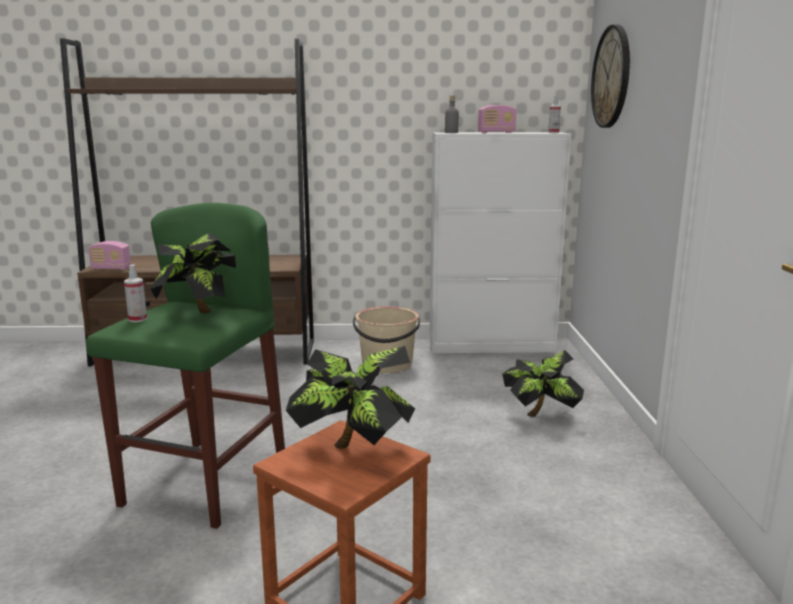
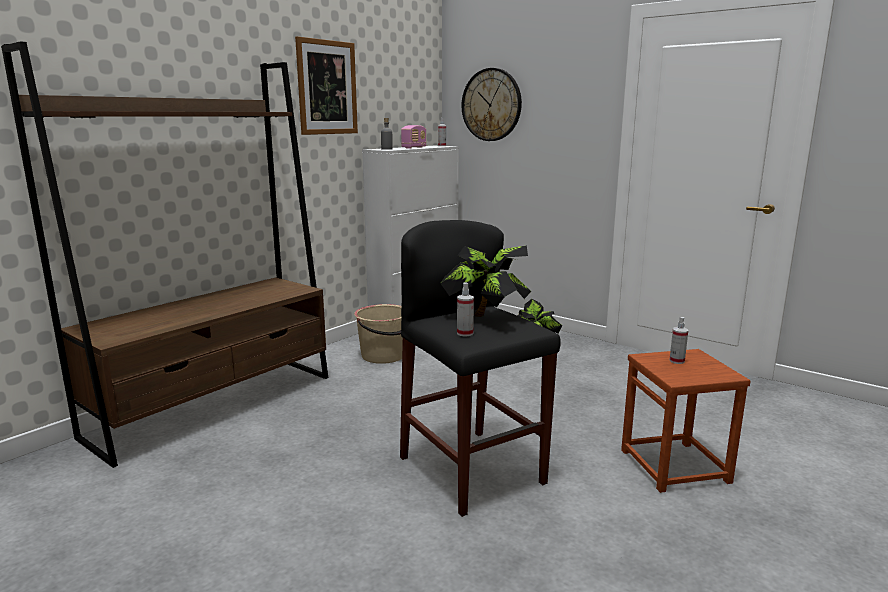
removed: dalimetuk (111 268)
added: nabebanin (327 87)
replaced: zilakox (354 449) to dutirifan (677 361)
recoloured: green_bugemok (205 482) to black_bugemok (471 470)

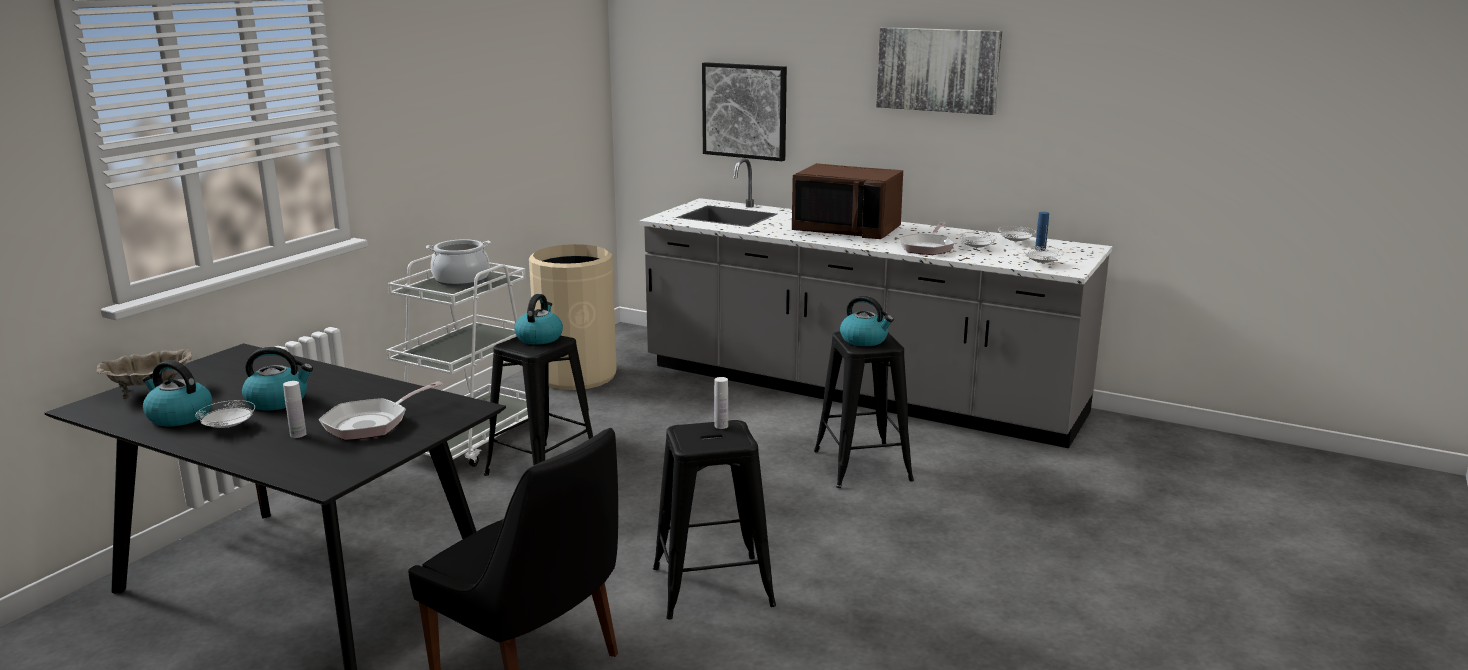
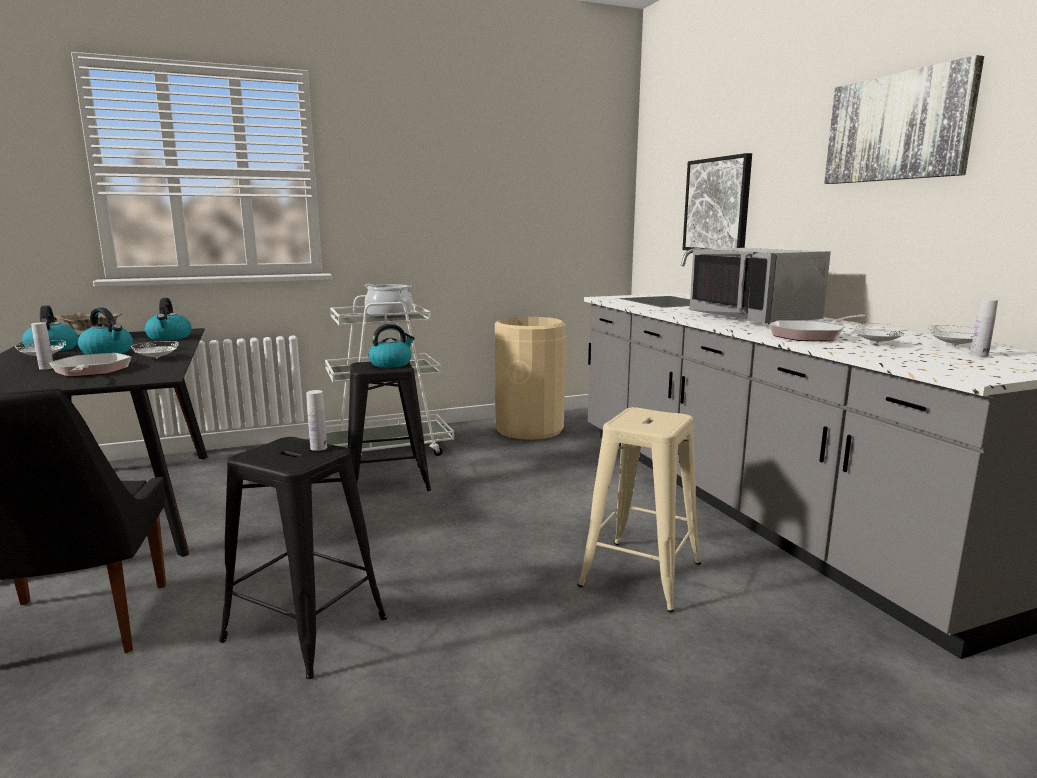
moved: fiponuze (864 340) to (169 337); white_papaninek (1042 264) to (157 358)
recoloured: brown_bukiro (847 230) to grey_bukiro (755 317); black_bugemok (862 465) to beige_bugemok (641 574); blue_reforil (1040 249) to white_reforil (979 355)
turned: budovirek (371 423) = (91 371) 75 degrees clockwise

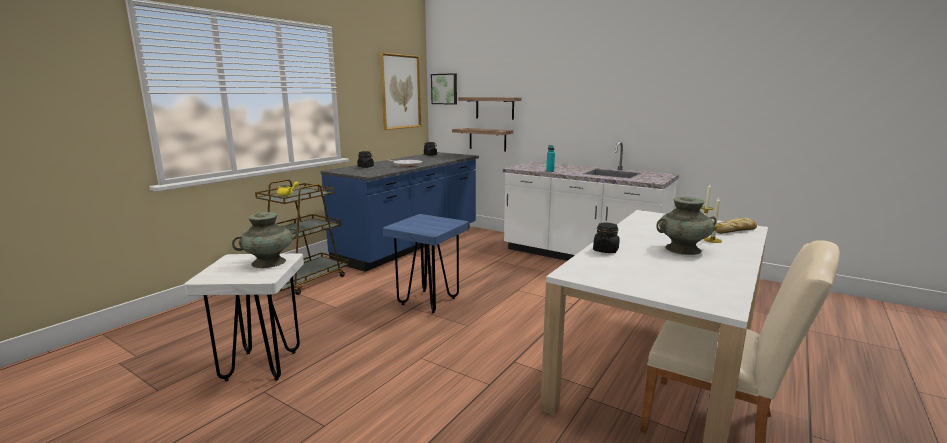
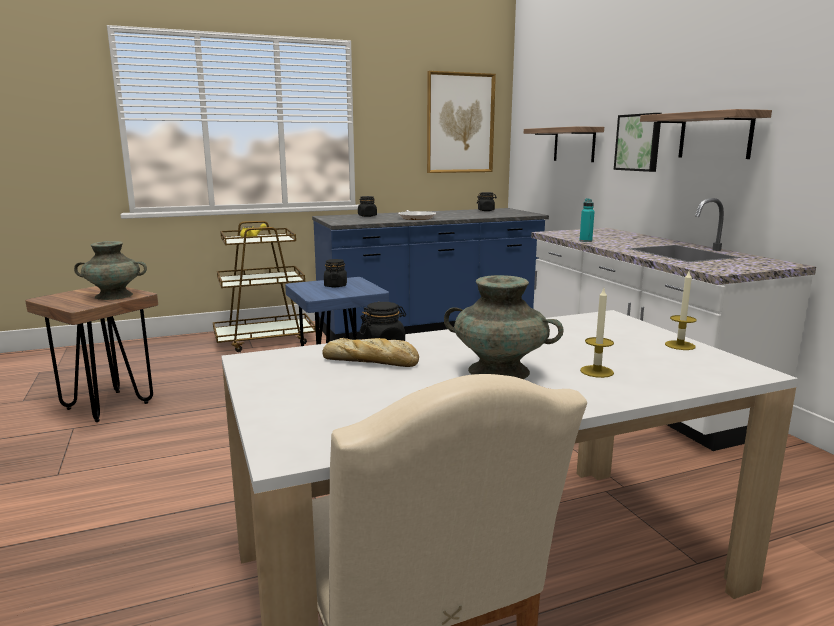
added: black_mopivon (335 285)
moved: nabebanin (444 89) to (639 142); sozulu (487 139) to (715 135); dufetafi (735 230) to (372 361)
recoloured: white_bugemok (261 365) to brown_bugemok (108 406)

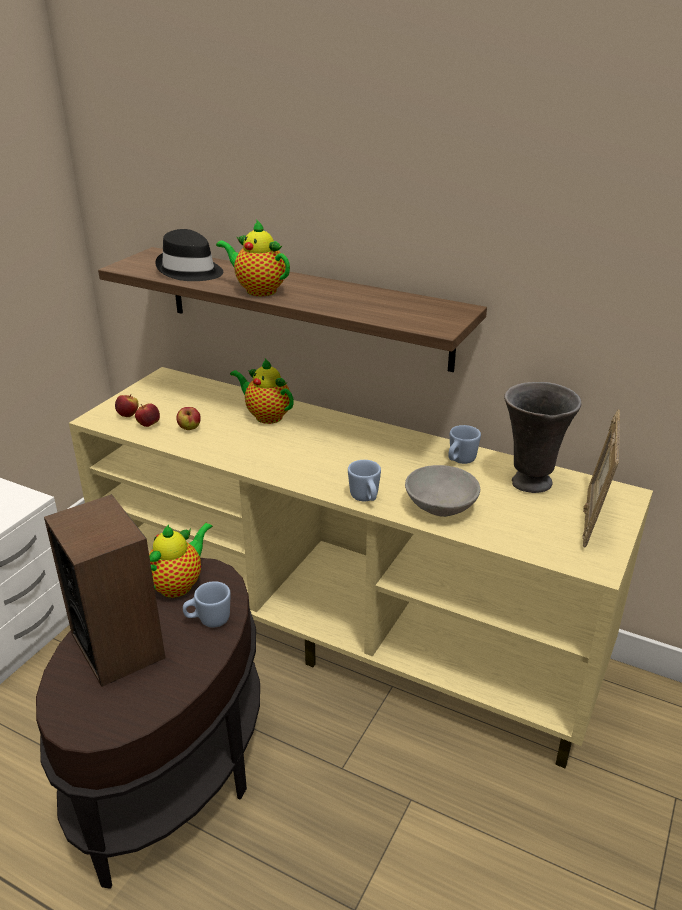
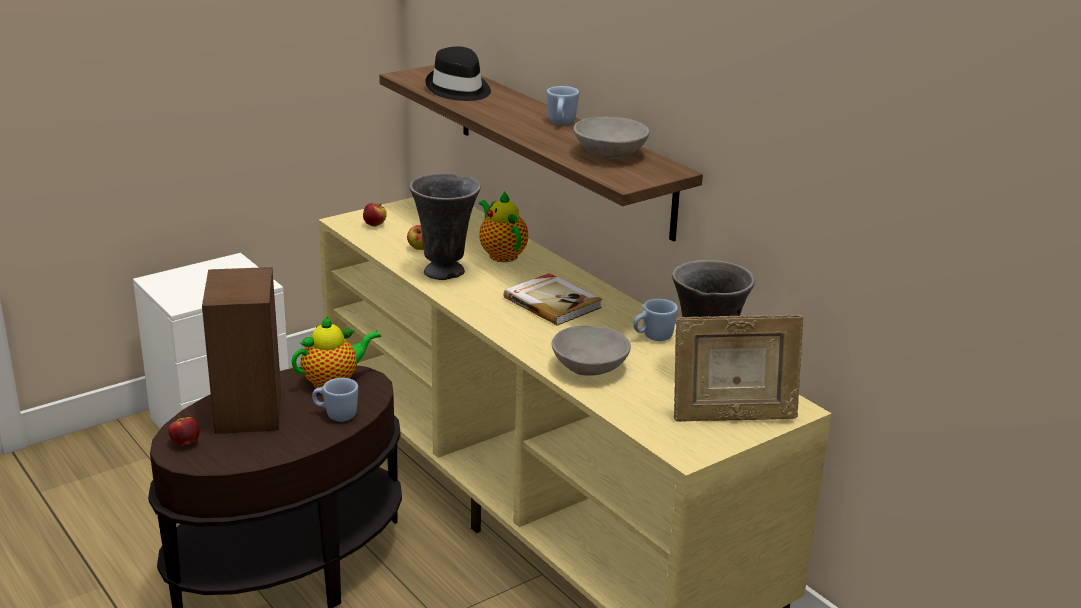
removed: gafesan (258 290)
added: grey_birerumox (446 272); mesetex (552 302); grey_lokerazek (609 154)
moved: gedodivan (149 425) to (185 443); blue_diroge (365 498) to (561 123)
turned: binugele (592 518) = (732 417) 135 degrees counterclockwise

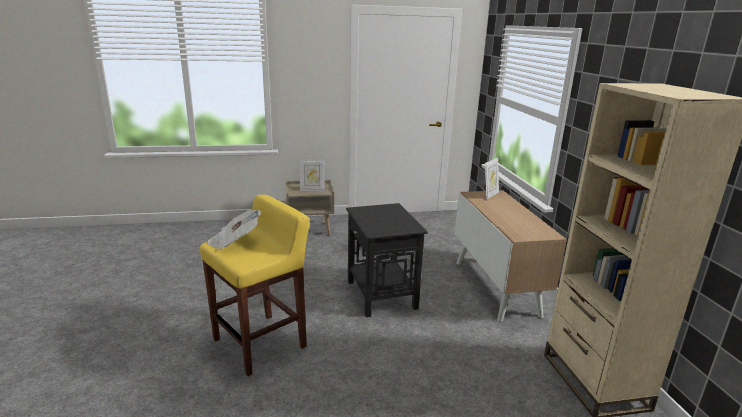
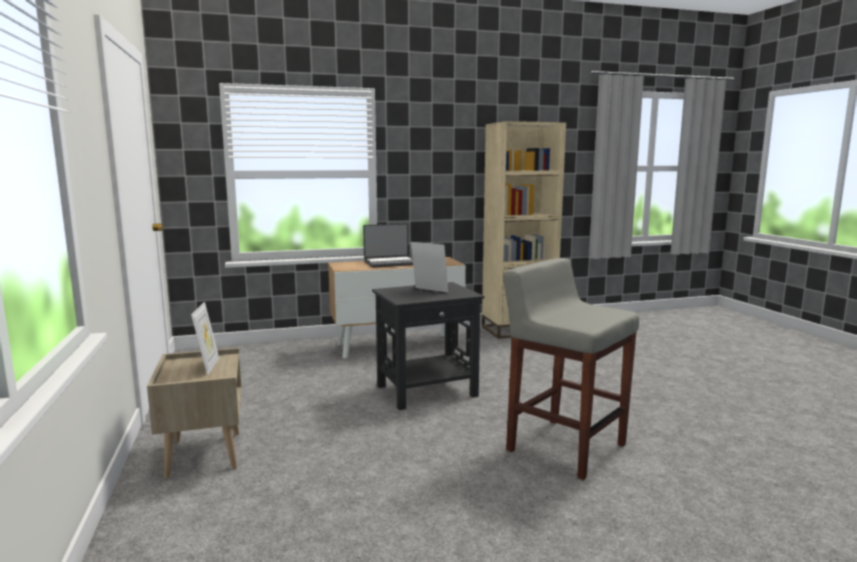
removed: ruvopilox (234 242)
added: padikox (390 263)
moved: binugele (489 195) to (429 290)
recoloured: yellow_bugemok (261 343) to grey_bugemok (564 447)

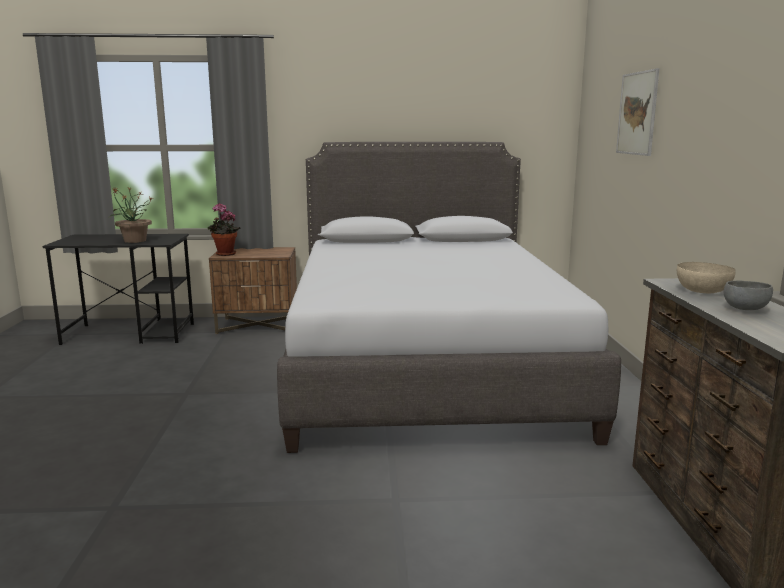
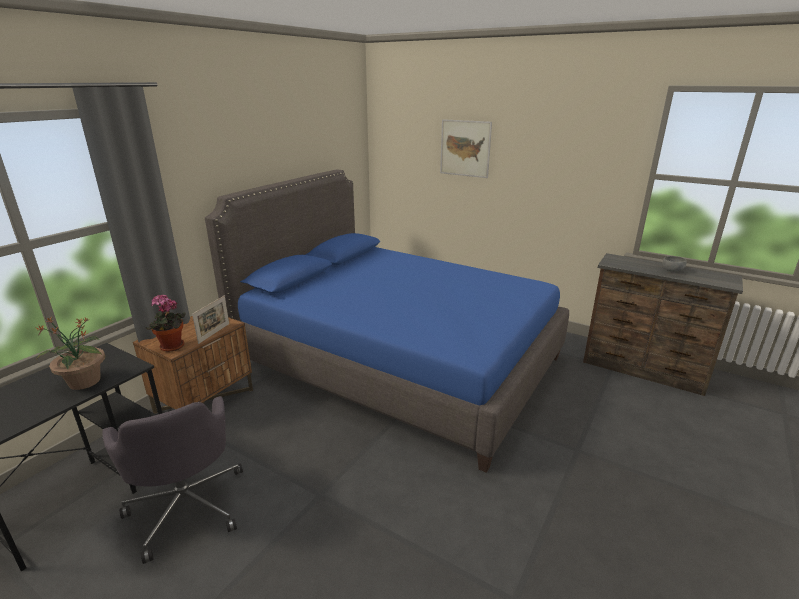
removed: beige_lokerazek (703 290)
added: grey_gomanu (187 506); binugele (214 333)
recoloured: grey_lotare (424 365) to blue_lotare (398 362)

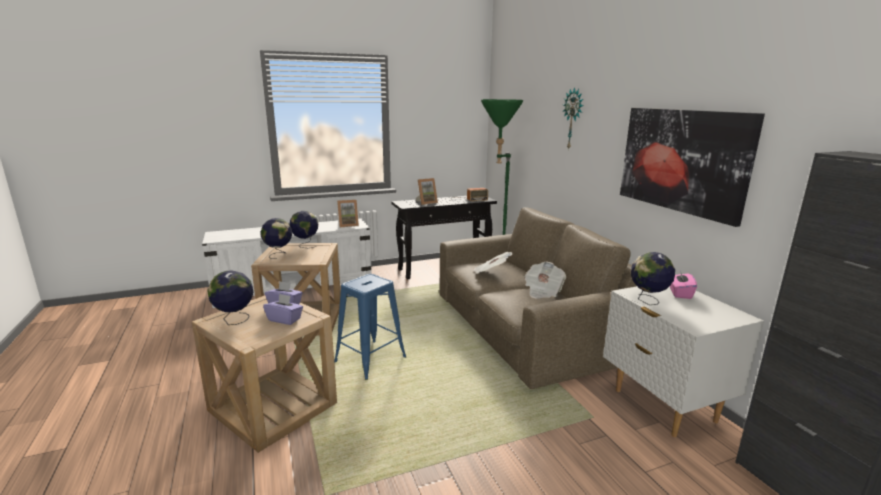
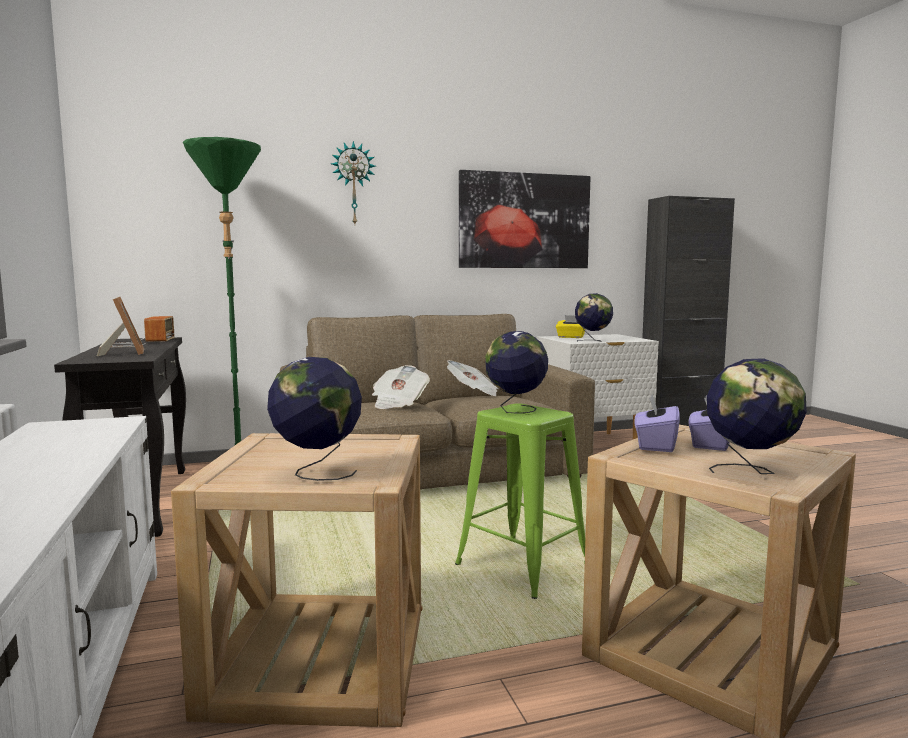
removed: binugele (348 225)
moved: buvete (305 245) to (515 410)
recoloured: blue_bugemok (371 359) to green_bugemok (521 566); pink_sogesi (679 293) to yellow_sogesi (570 337)

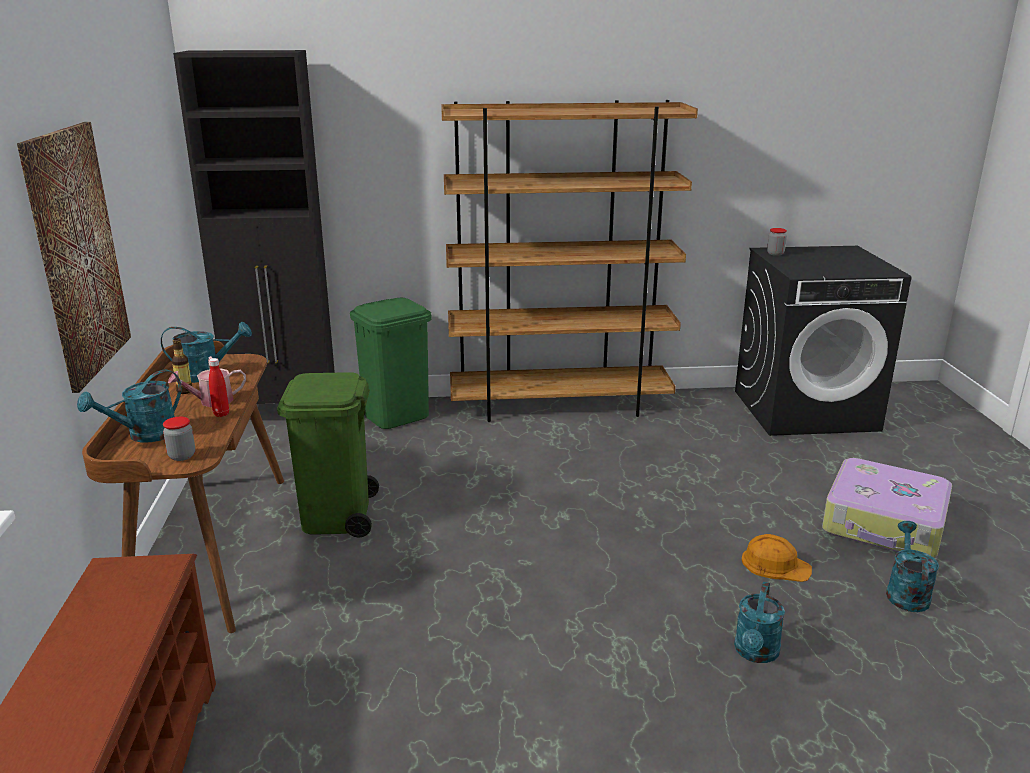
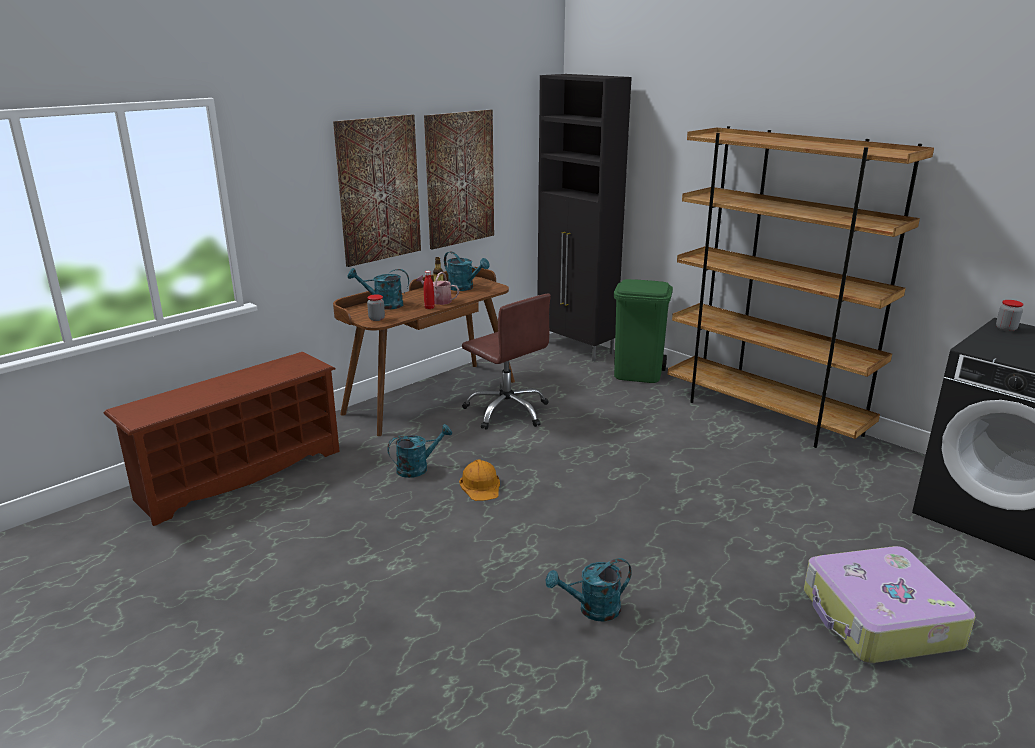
added: nabebanin (459 179)
moved: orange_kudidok (775 564) to (481 485); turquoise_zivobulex (905 592) to (418 468)
replaced: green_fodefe (337 517) to brown_gomanu (507 411)

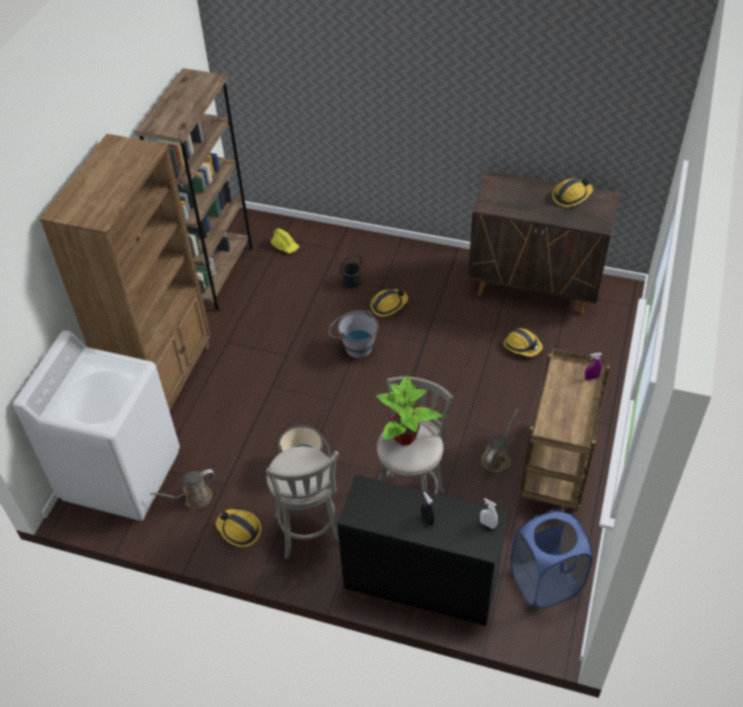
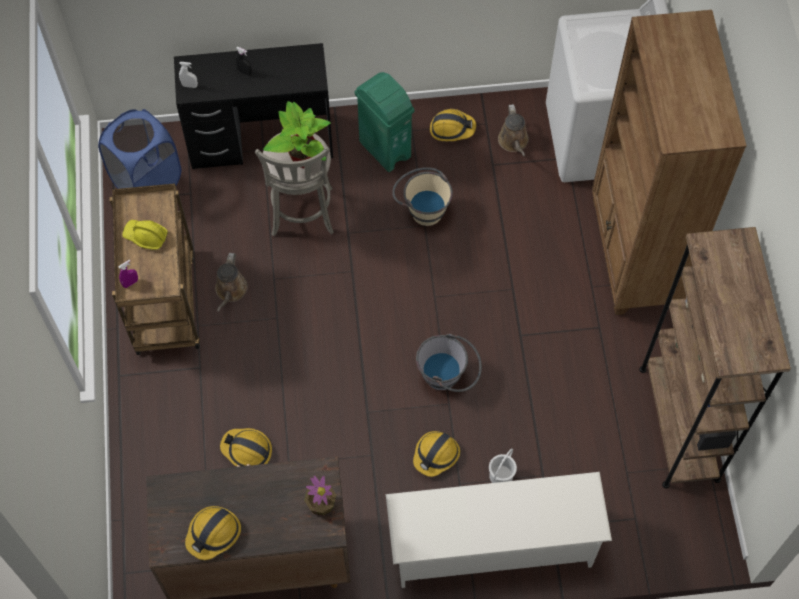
added: zilakox (321 504); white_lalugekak (492 545)
moved: yellow_kudidok (285 246) to (145 236)
replaced: grey_bugemok (309 533) to green_fodefe (385 149)
recoloured: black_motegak (351 282) to white_motegak (501 476)
turned: brown_zivobulex (194 498) = (514 142) 135 degrees clockwise

